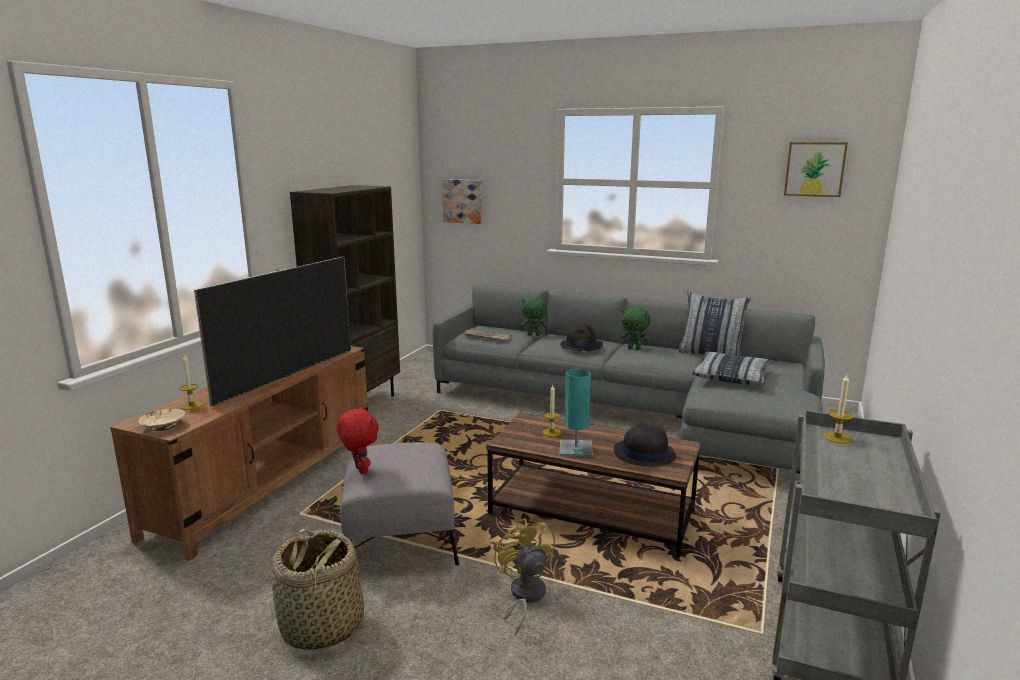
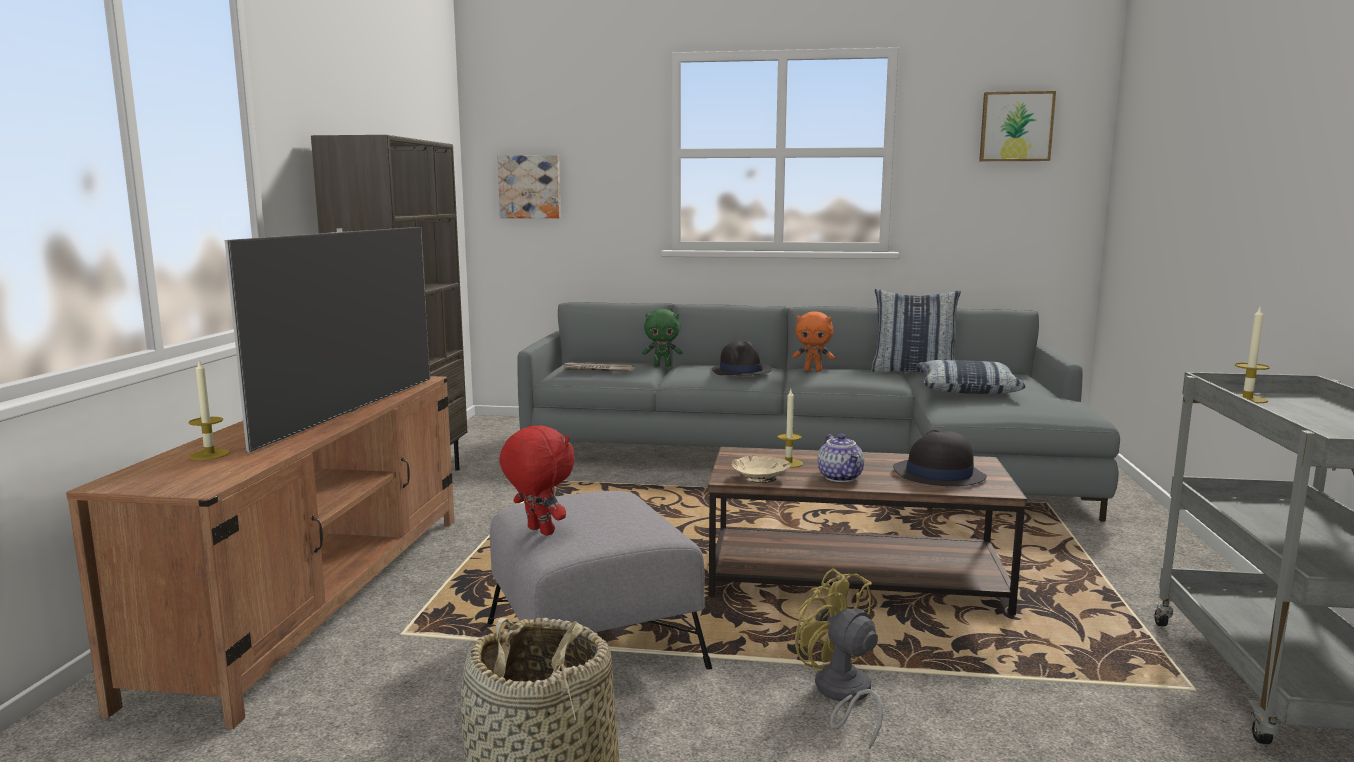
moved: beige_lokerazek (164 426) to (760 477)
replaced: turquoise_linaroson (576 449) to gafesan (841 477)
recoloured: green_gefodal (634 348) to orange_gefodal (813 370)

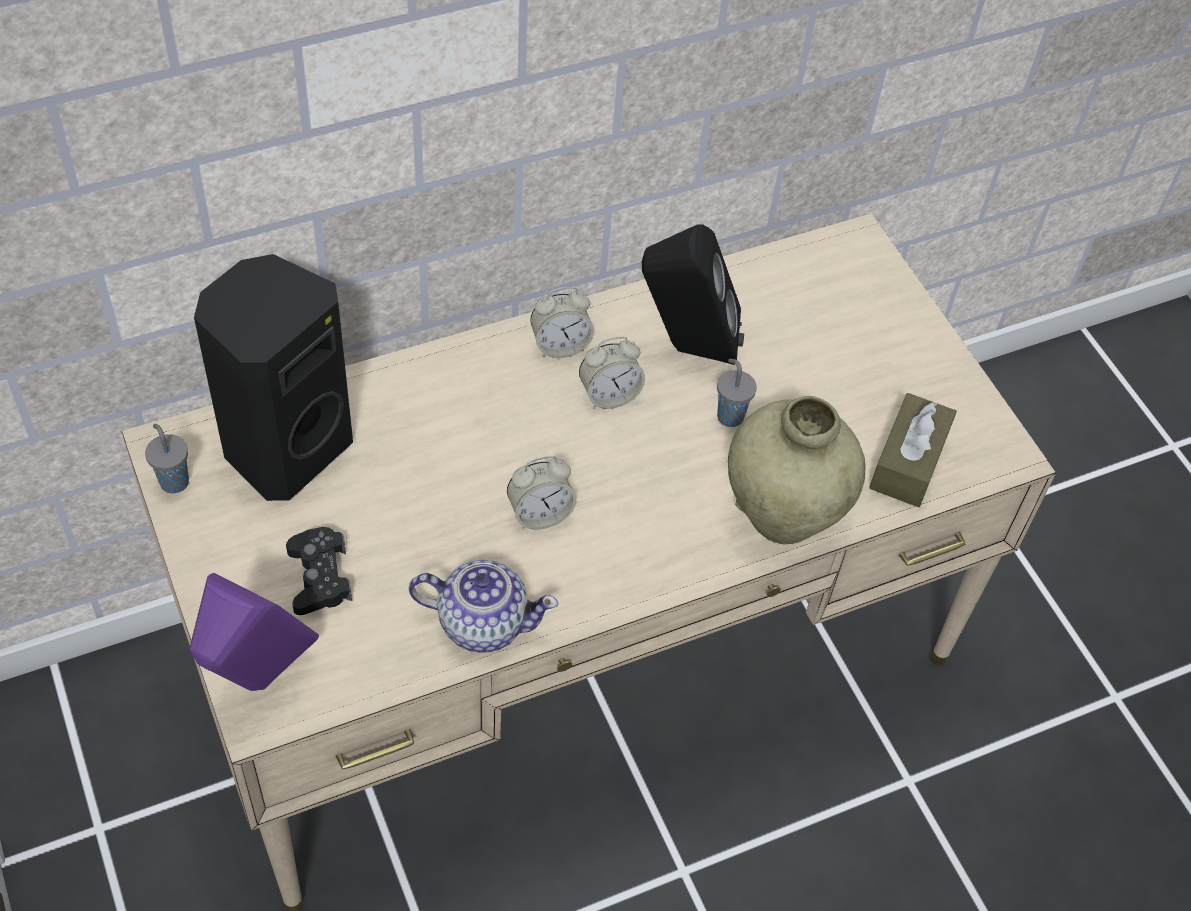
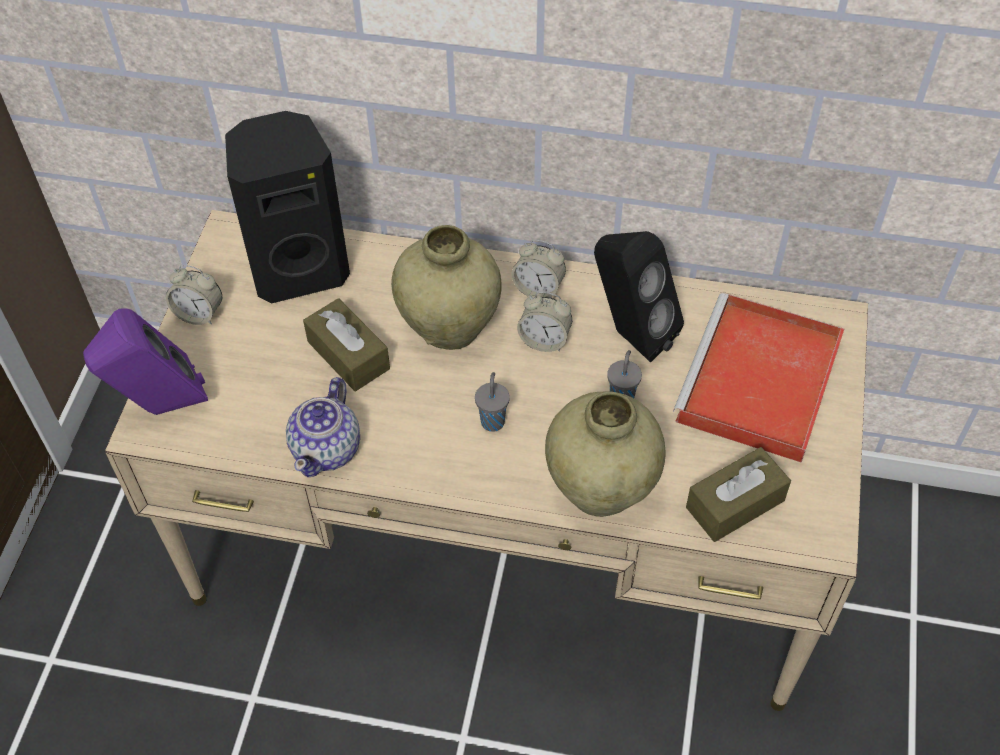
removed: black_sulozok (319 577)
added: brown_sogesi (348 355); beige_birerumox (449 329); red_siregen (759 384)
moved: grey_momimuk (173 480) to (492 420); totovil (540 514) to (199 314)
turned: gafesan (482 622) = (327 448) 60 degrees clockwise

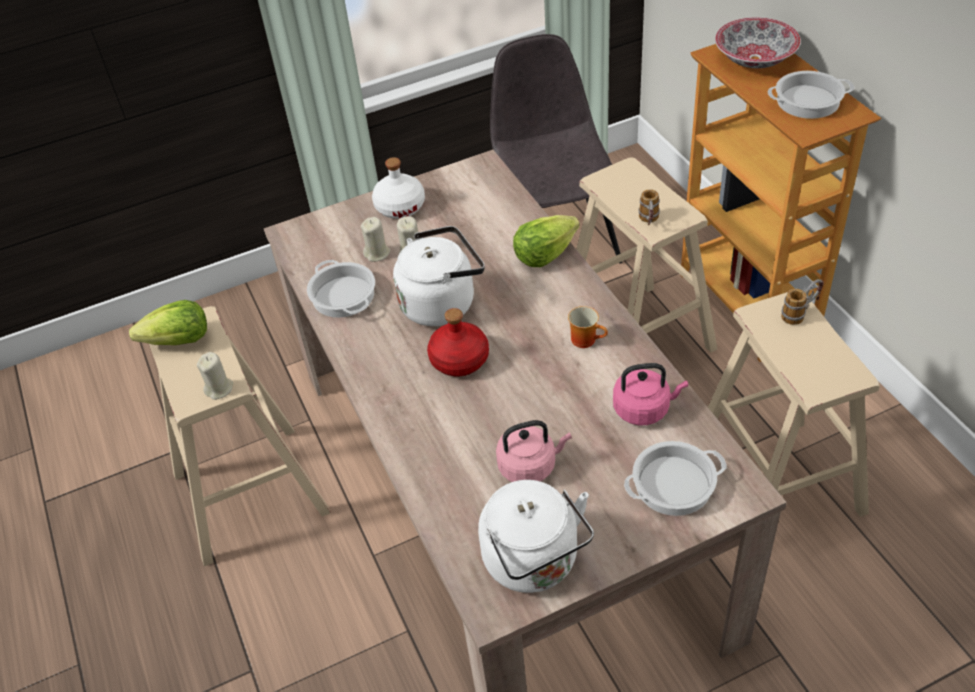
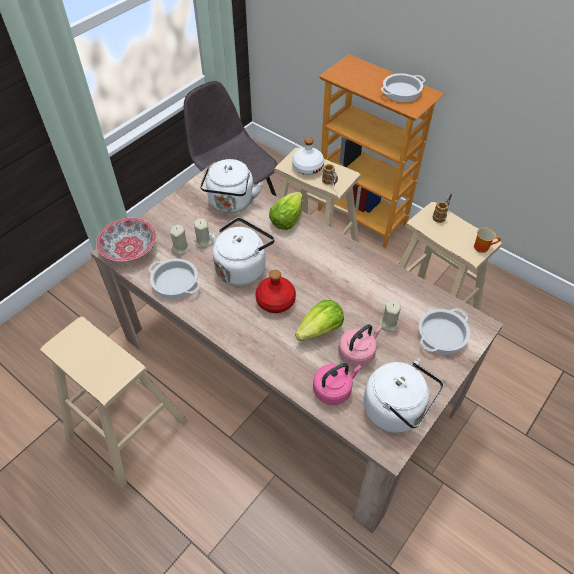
added: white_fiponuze (231 203)
moved: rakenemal (179 341) to (320 330); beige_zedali (219 389) to (388 323); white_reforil (400 206) to (307 167); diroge (587 339) to (482 246); pink_fiponuze (644 409) to (334 389); lokerazek (755 59) to (130 249)

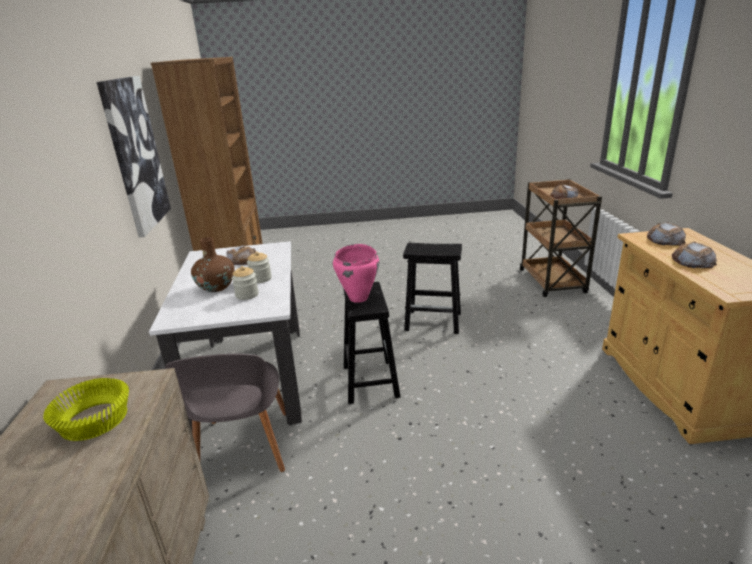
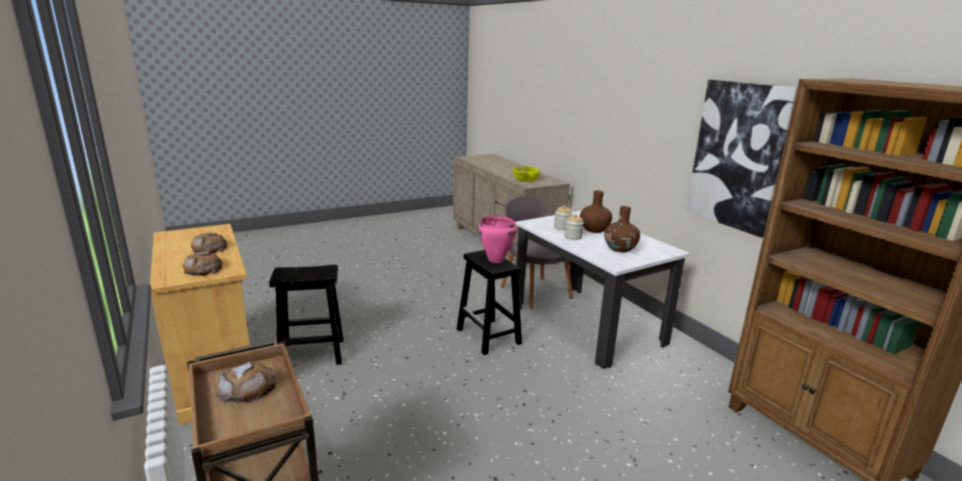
moved: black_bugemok (434 321) to (310 354)
replaced: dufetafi (242 260) to brown_birerumox (620 249)

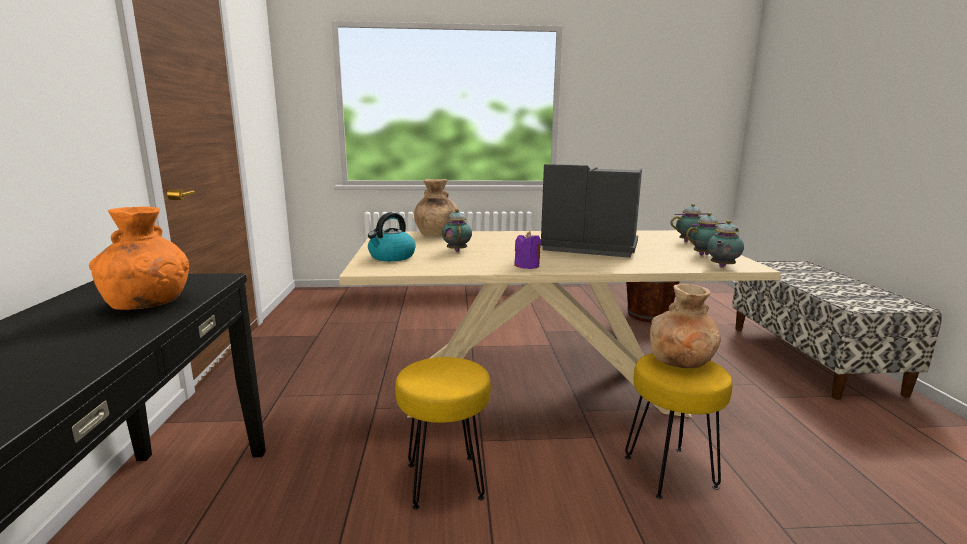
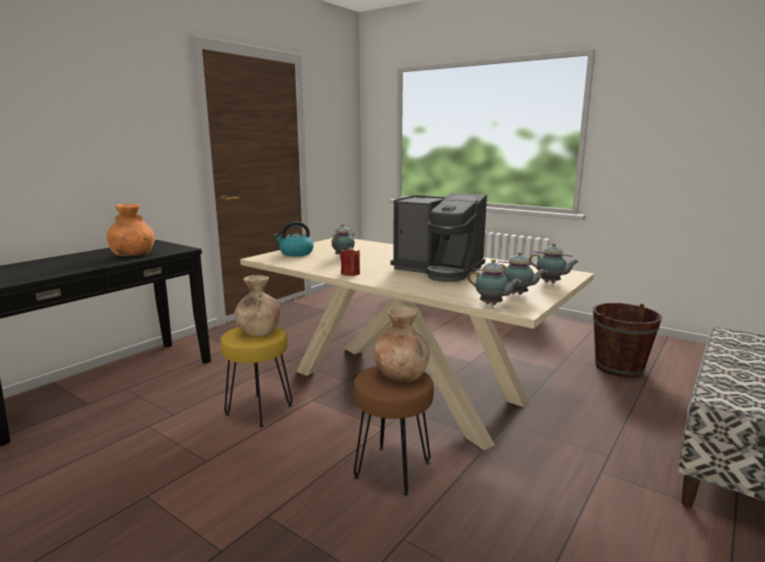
moved: brown_birerumox (436 234) to (259 331)
recoloured: purple_zedali (527 266) to red_zedali (350 273); yellow_bugemok (669 472) to brown_bugemok (391 470)
turned: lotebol (586 247) = (439 270) 150 degrees clockwise; gafesan (721 267) = (492 304) 135 degrees counterclockwise

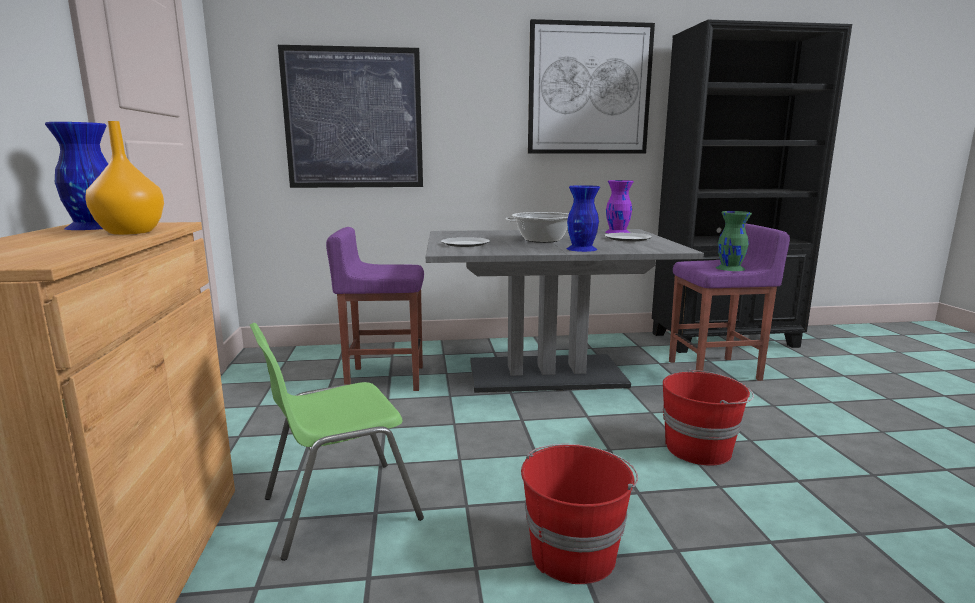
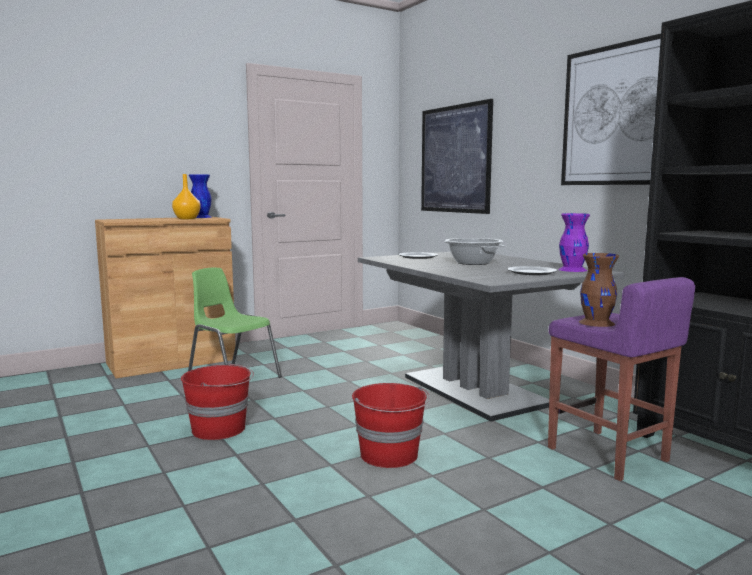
removed: purple_bugemok (384 379); blue_birerumox (581 249)
recoloured: green_birerumox (730 268) to brown_birerumox (597 323)

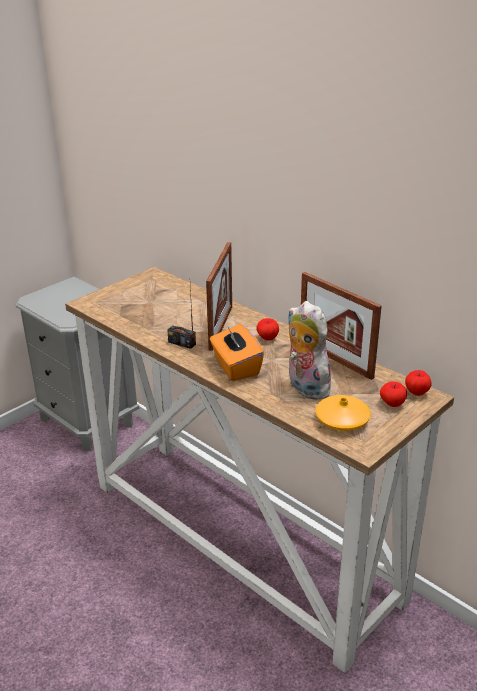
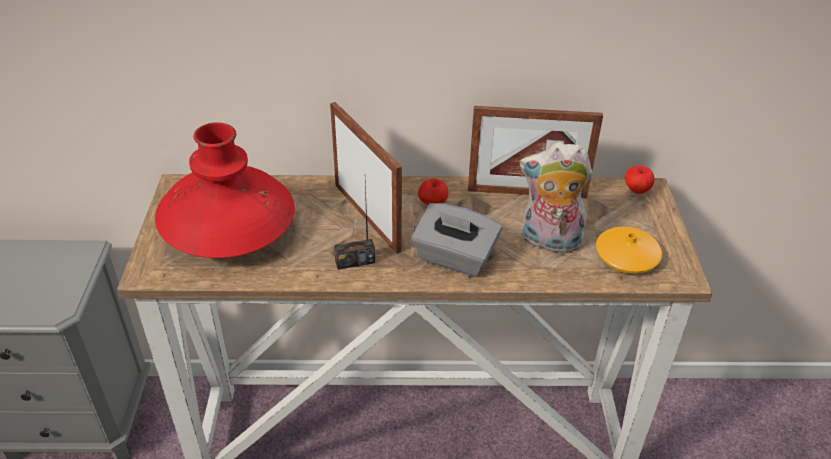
removed: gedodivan (392 404)
added: red_birerumox (229 231)
recoloured: orange_sogesi (236 367) to grey_sogesi (454 258)

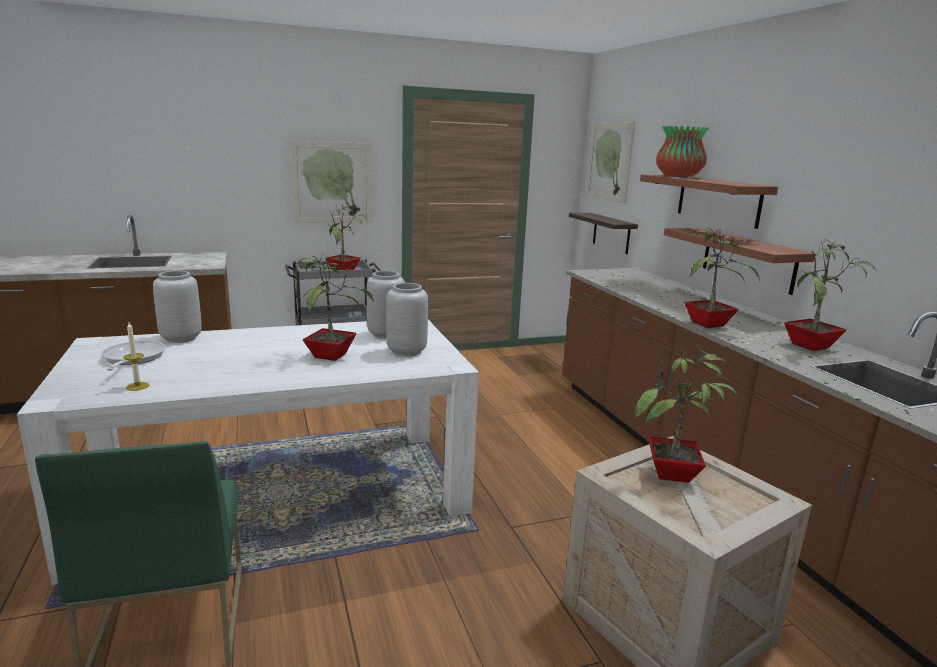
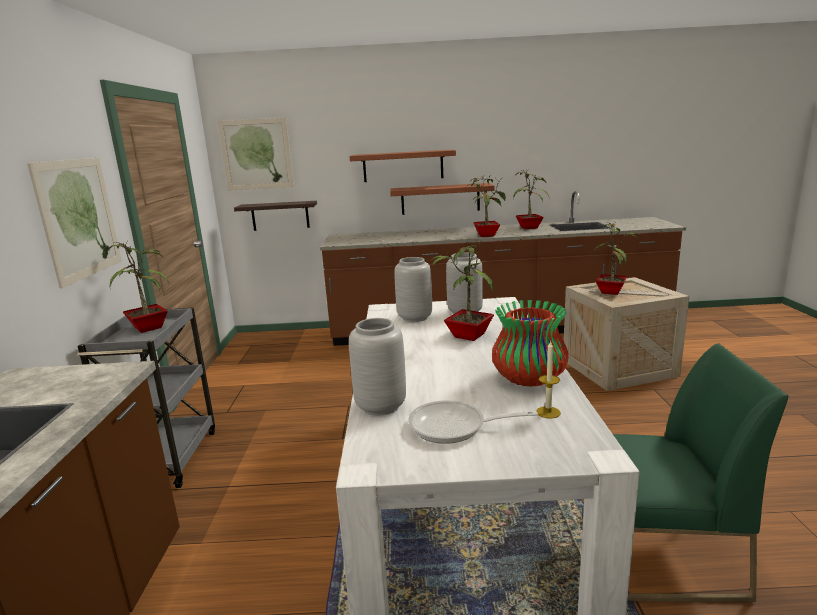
moved: birerumox (678 176) to (529 379)

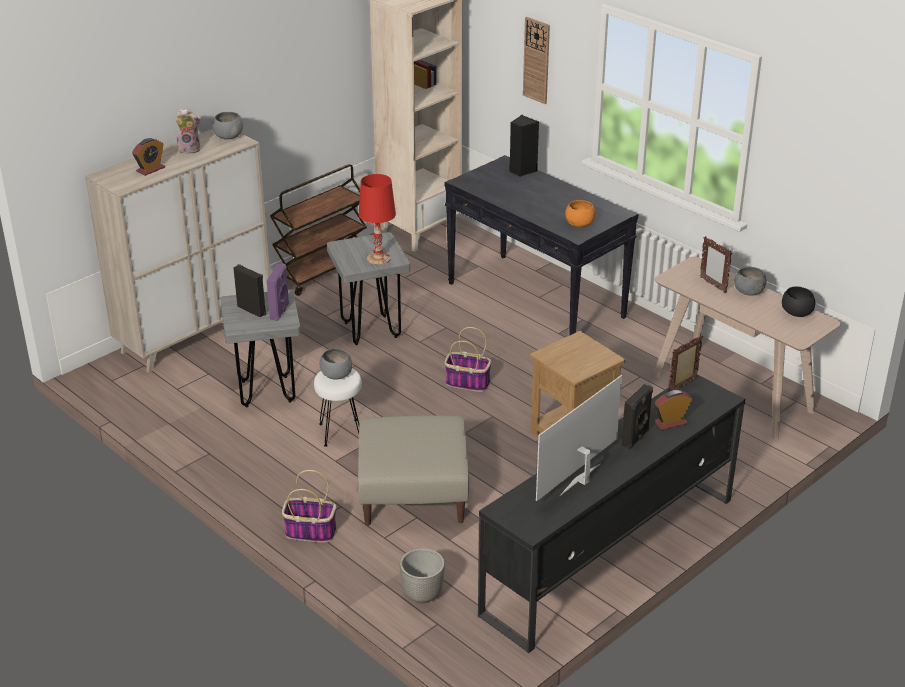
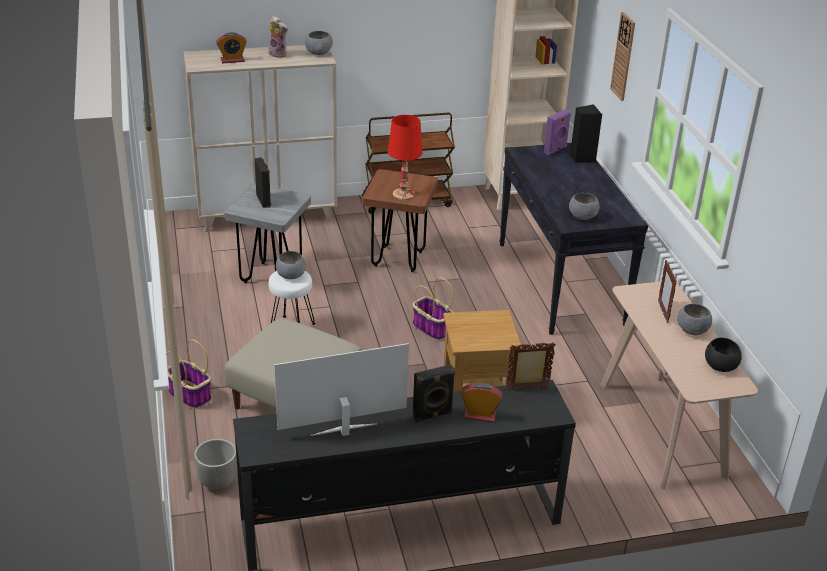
moved: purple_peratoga (280 312) to (556 150)
recoloured: grey_bugemok (371 330) to brown_bugemok (398 259); orange_lokerazek (579 224) to grey_lokerazek (583 216)

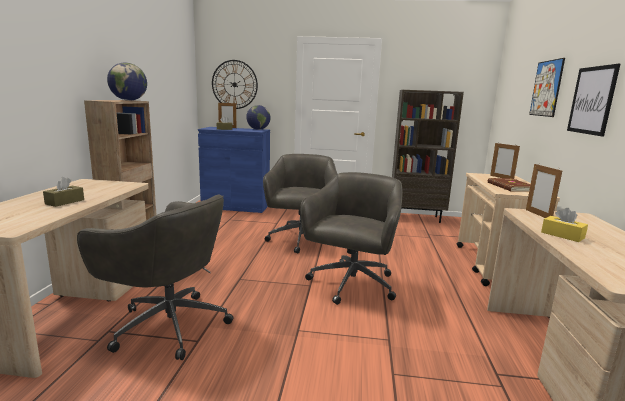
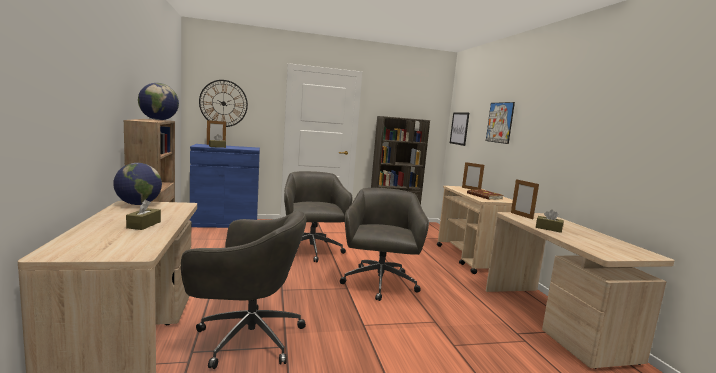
moved: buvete (258 129) to (138 204); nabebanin (592 100) to (459 128)
recoloured: yellow_sogesi (562 235) to brown_sogesi (548 228)

